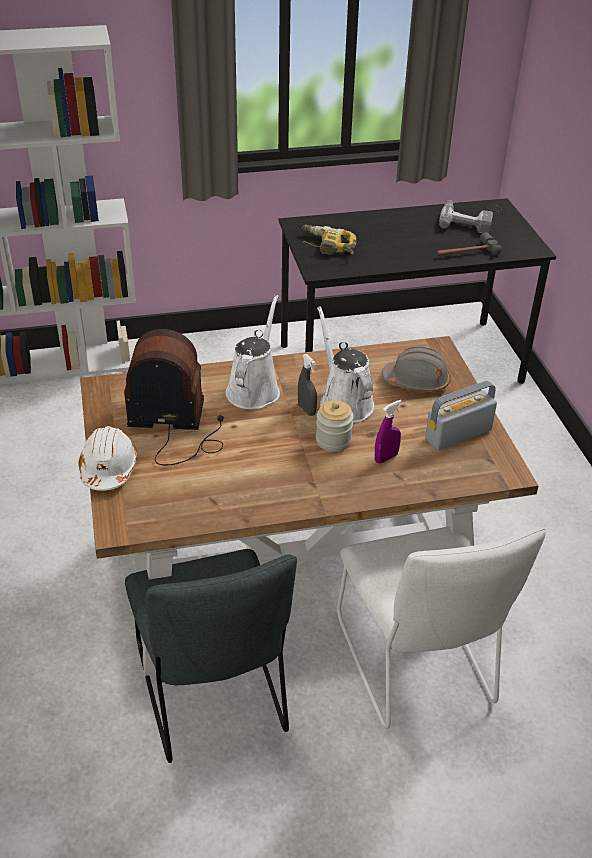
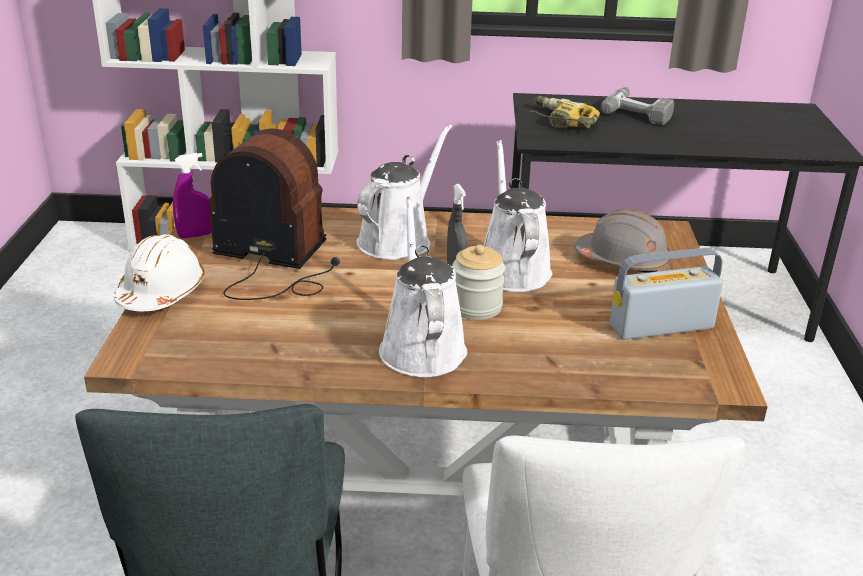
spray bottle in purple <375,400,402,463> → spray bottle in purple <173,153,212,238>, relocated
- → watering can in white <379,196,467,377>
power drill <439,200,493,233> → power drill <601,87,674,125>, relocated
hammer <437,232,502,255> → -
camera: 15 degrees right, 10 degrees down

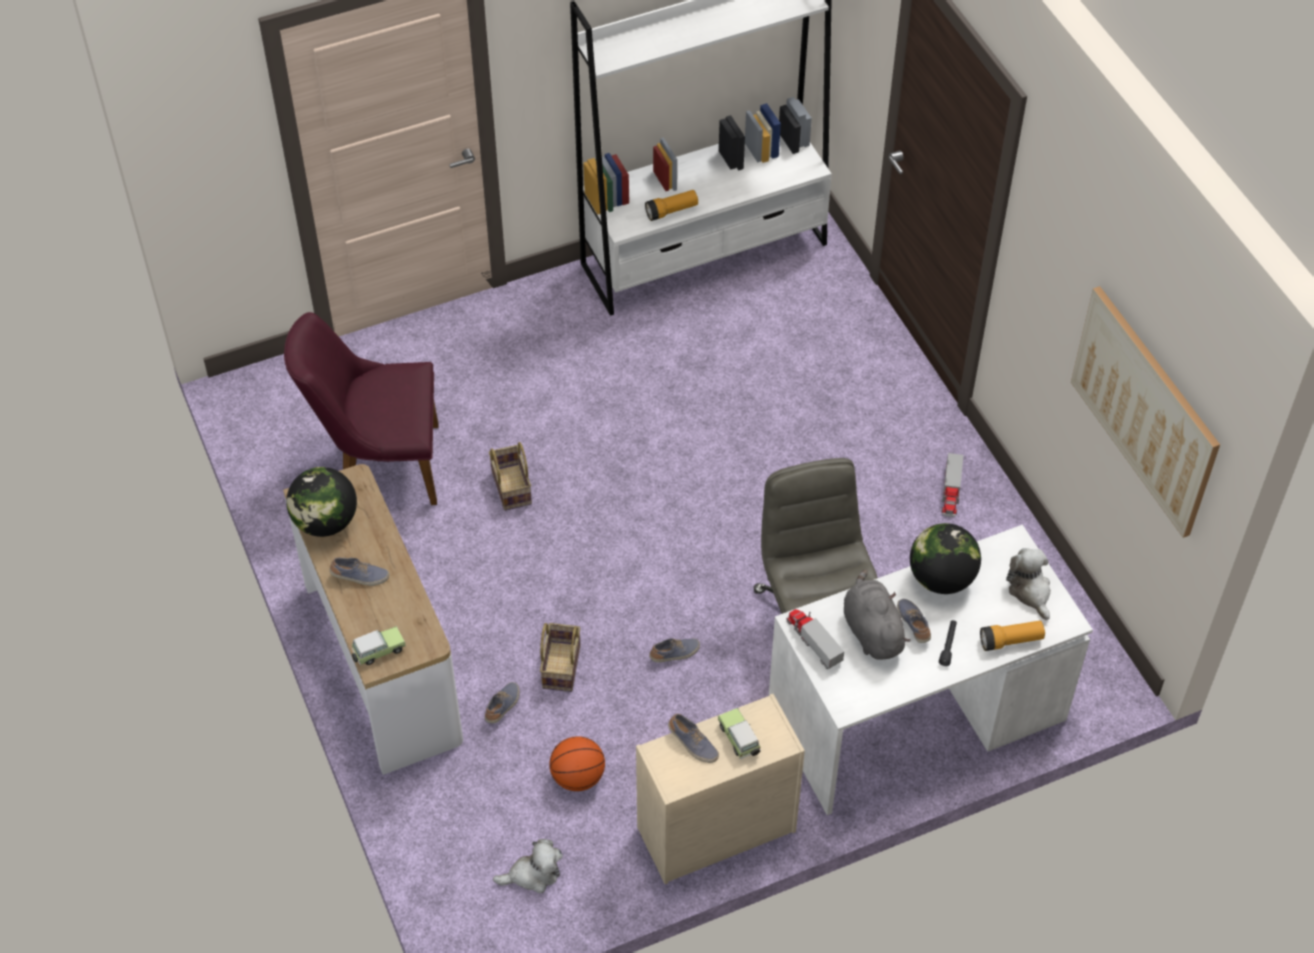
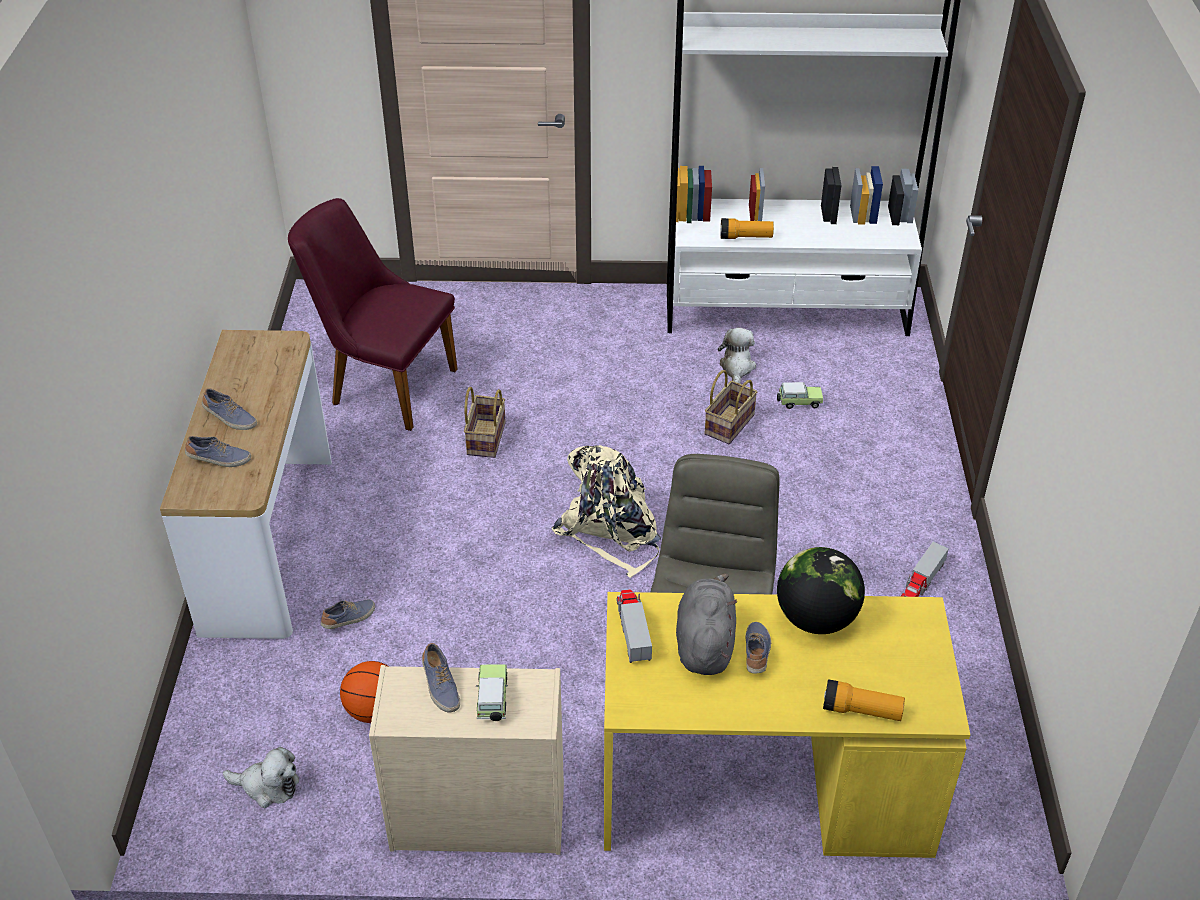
shoe <649,638,700,663> → shoe <185,436,251,467>, relocated
- → backpack in beige <552,445,661,578>
desk in white <769,525,1093,815> → desk in yellow <604,592,970,858>
basket <540,623,581,692> → basket <704,370,757,444>, relocated
plush toy <1006,548,1051,620> → plush toy <718,328,756,384>, relocated
toy car <351,626,406,665> → toy car <777,382,823,409>, relocated
globe <286,467,357,537> → -
flashlight in black <939,620,957,666> → -
picture <1071,286,1220,538> → -
camera: 25 degrees right, 10 degrees down

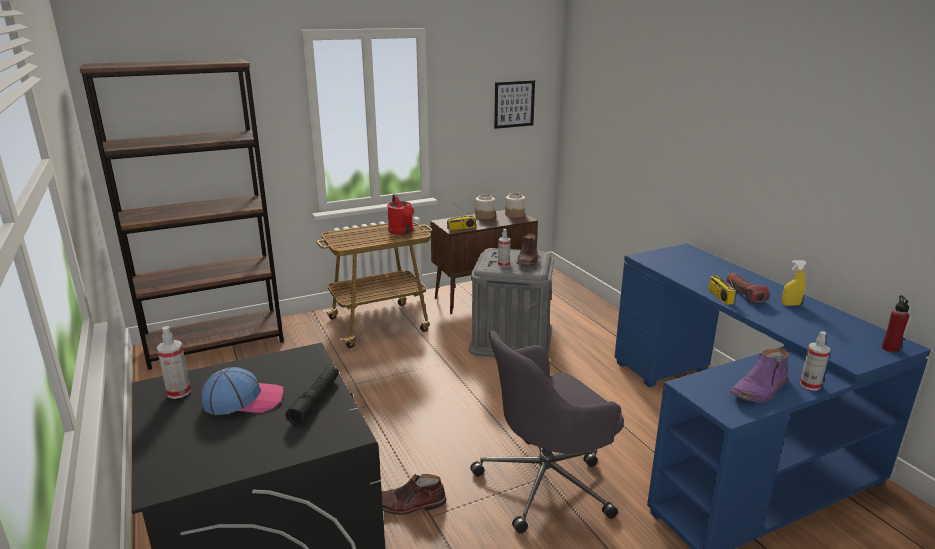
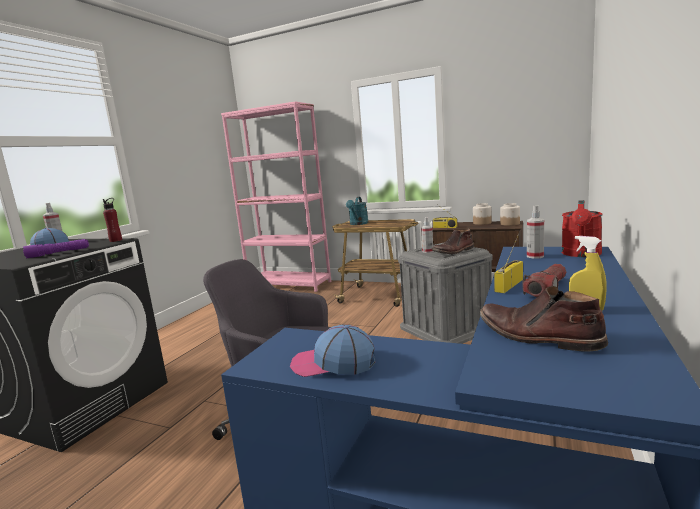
flashlight in black <286,367,339,426> → flashlight in purple <23,239,89,258>
bottle in red <882,295,909,353> → bottle in red <103,198,122,242>, relocated
bookcase in brown <80,59,284,370> → bookcase in pink <221,101,331,292>
boot in purple <730,349,788,402> → cap <290,324,375,377>
- → watering can in turquoise <346,197,369,225>
boot in brown <382,474,446,515> → boot in brown <480,286,608,352>, relocated
spray bottle <800,332,830,391> → spray bottle <527,206,544,259>, relocated
watering can in red <387,194,414,235> → watering can in red <561,200,602,257>, relocated
picture <494,80,535,129> → -
camera: 50 degrees right, 10 degrees down

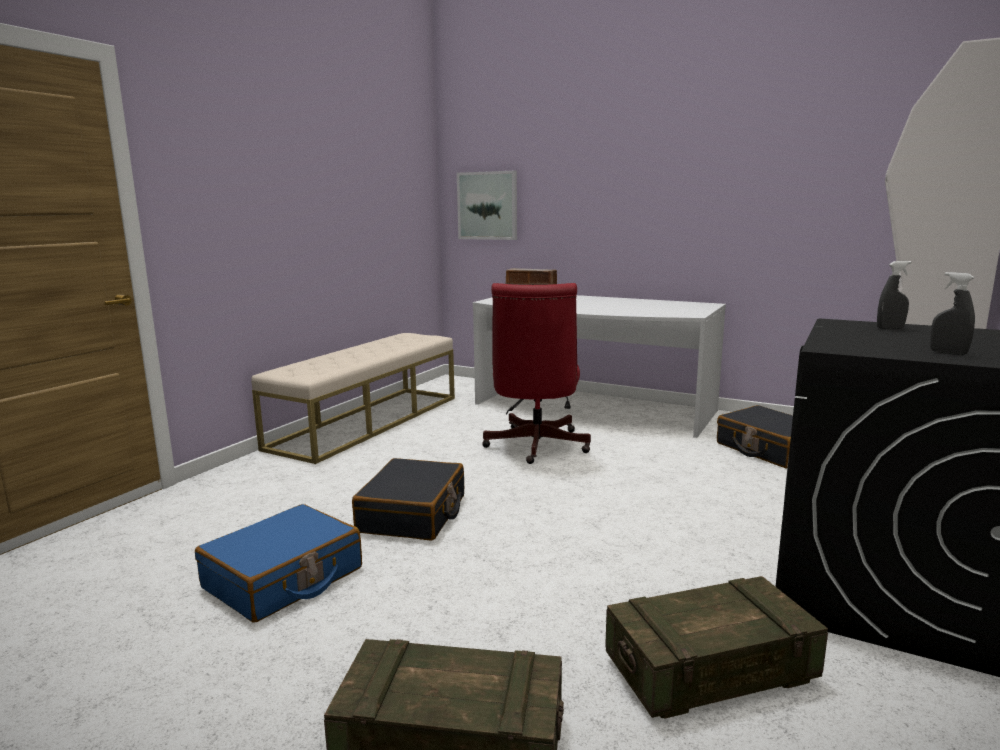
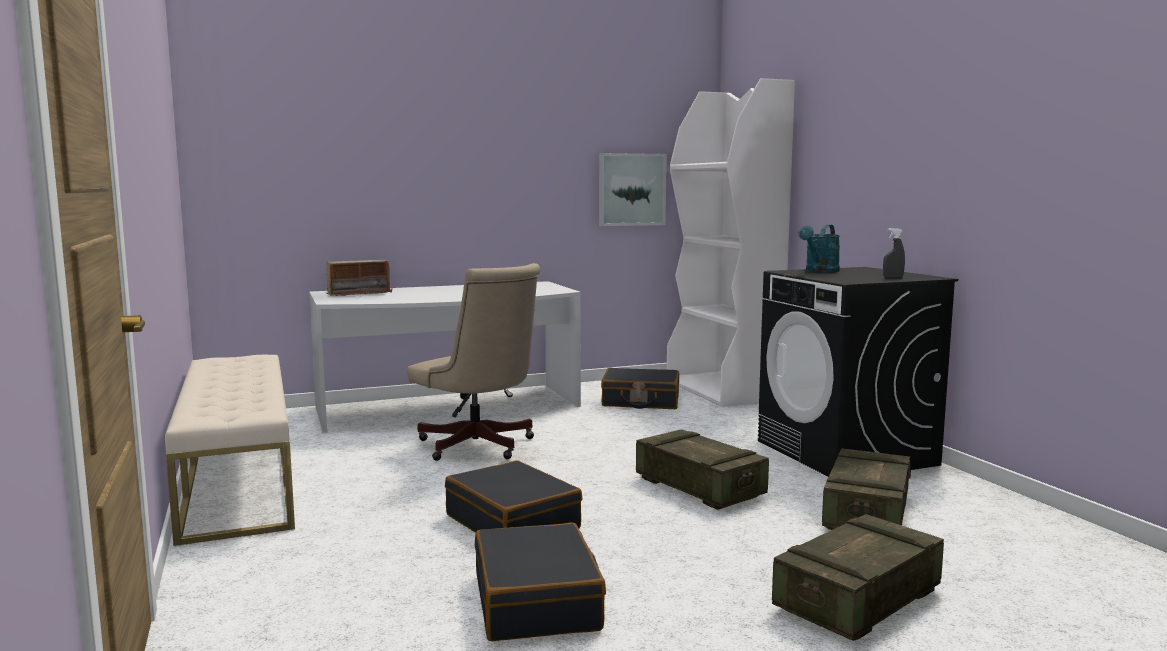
office chair in red <482,283,591,464> → office chair in beige <407,263,540,461>
suitcase in blue <195,504,362,623> → suitcase in black <475,523,606,641>
picture <457,171,517,240> → picture <599,153,667,226>, relocated
- → crate <636,429,769,510>
spray bottle in grey <877,261,911,329> → watering can in turquoise <799,225,840,272>
camera: 50 degrees left, 5 degrees down

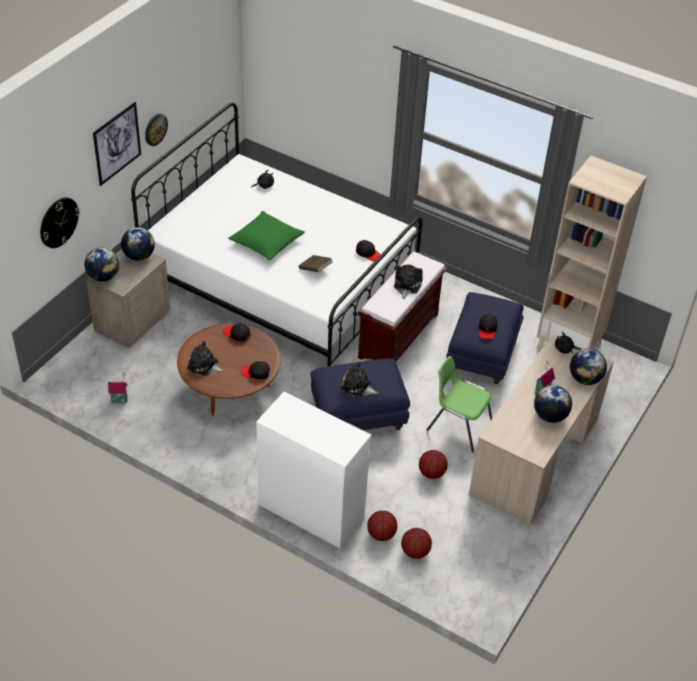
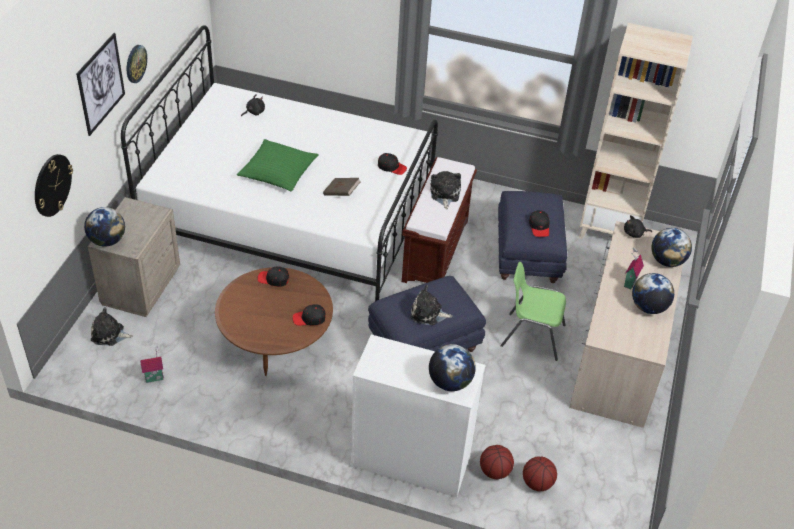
plush toy <187,341,225,376> → plush toy <91,308,133,346>, relocated
globe <121,227,155,261> → globe <429,344,476,391>, relocated
basketball <419,450,448,479> → -
camera: 15 degrees left, 0 degrees up

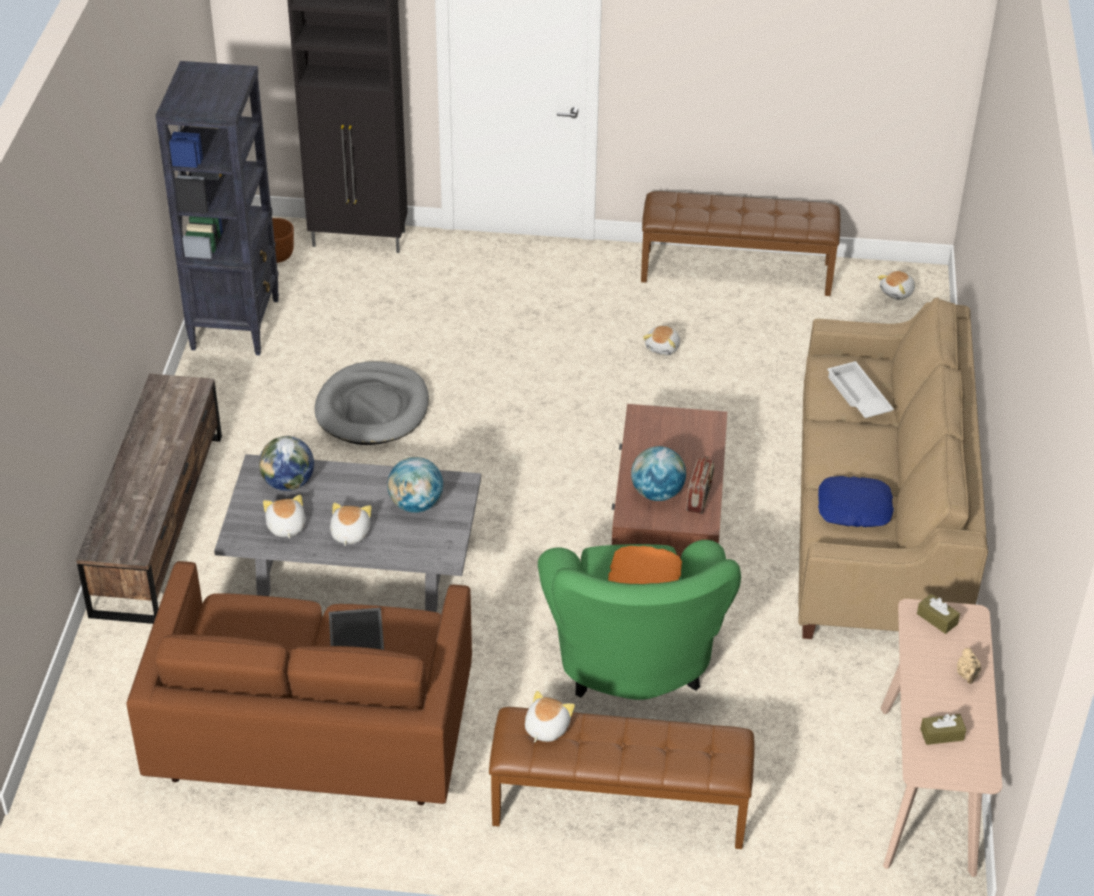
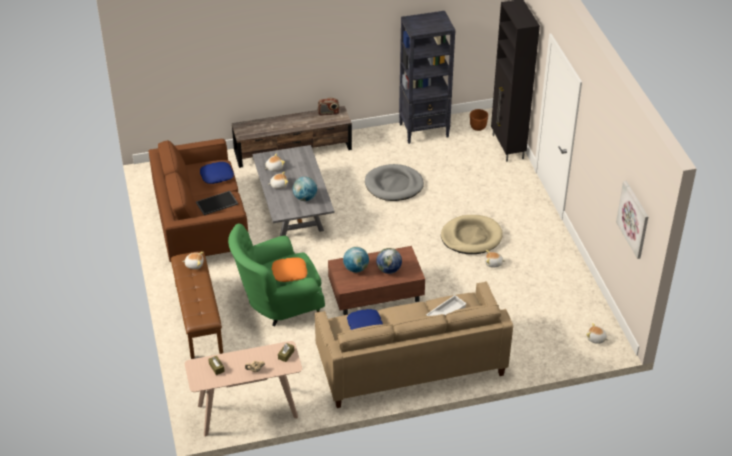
- → pillow in blue <200,162,234,184>
radio <686,456,714,514> → radio <317,97,340,115>, relocated
globe <259,436,314,491> → globe <376,248,402,274>, relocated
- → dog bed in beige <441,215,503,254>
- → picture <616,181,648,259>
bench in brown <641,191,840,296> → -
camera: 70 degrees right, 0 degrees up

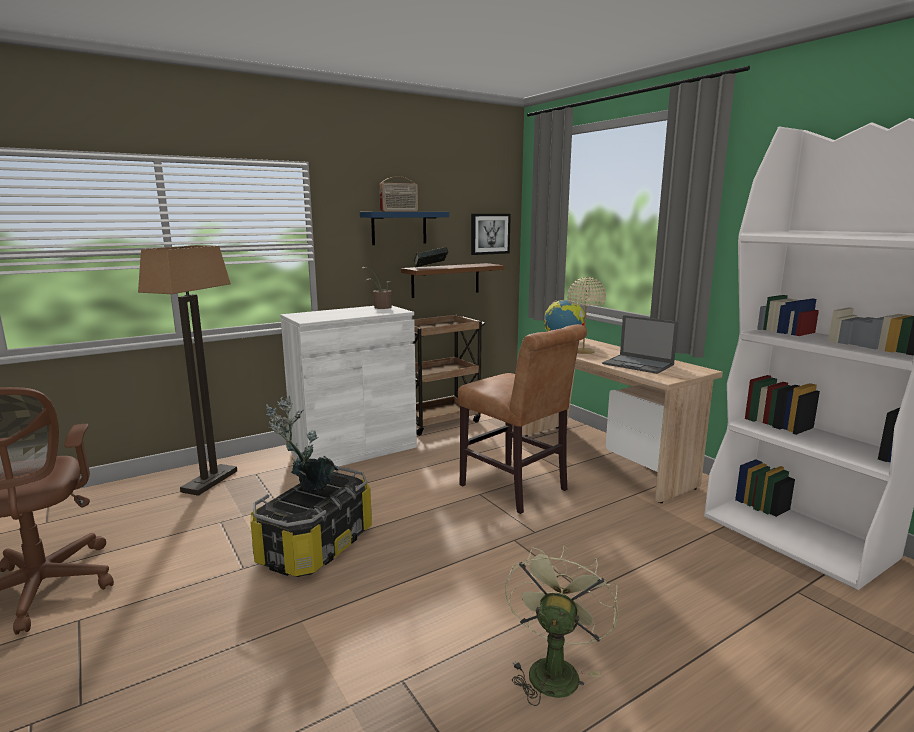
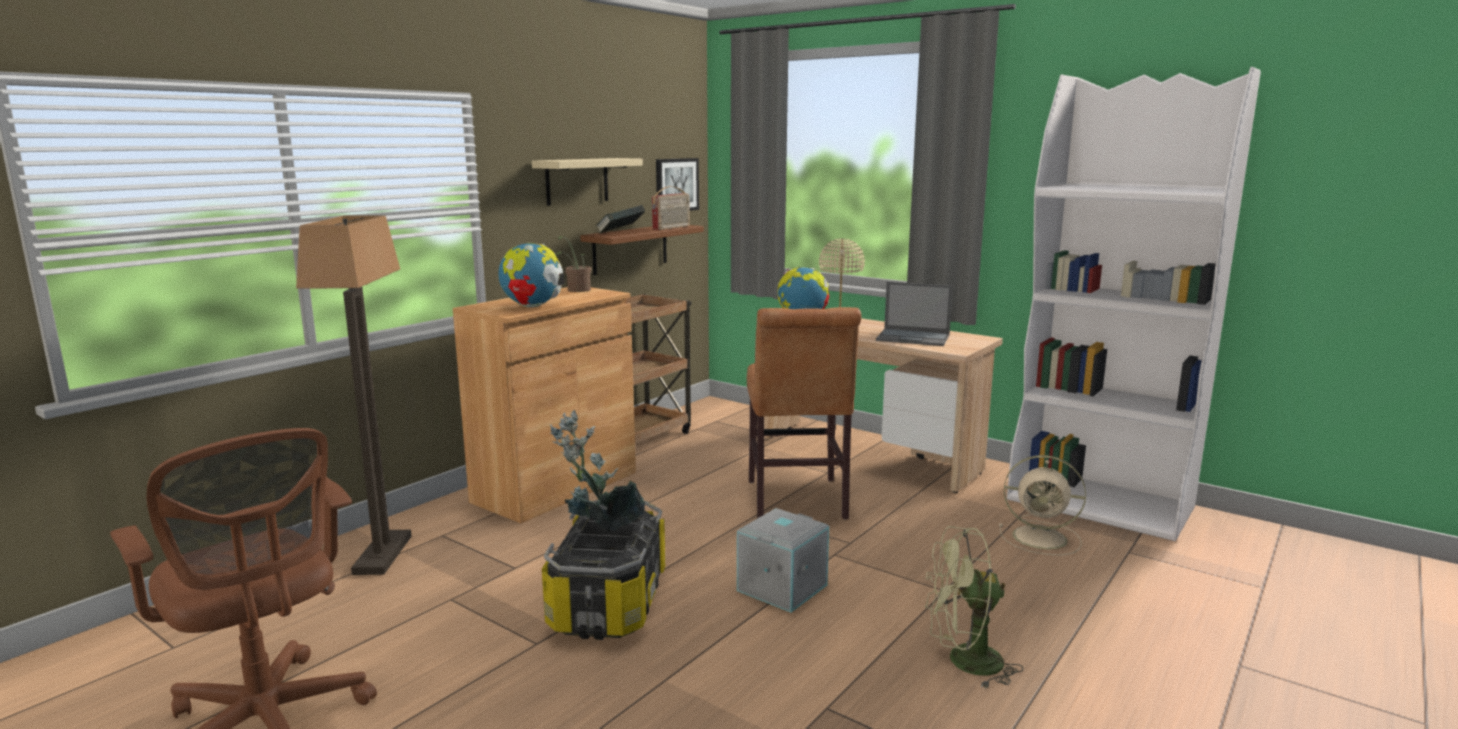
cabinet in white <280,305,417,466> → cabinet in brown <453,287,636,523>
- → globe <498,243,565,307>
shelf in blue <360,212,449,245> → shelf in beige <532,158,643,206>
radio <379,176,418,212> → radio <652,186,690,230>, relocated
- → storage box in grey <737,508,829,612>
chair in brown <458,324,587,514> → chair in brown <747,307,862,519>, 60 degrees clockwise
fan in green <505,545,619,706> → fan in green <925,526,1023,688>, 90 degrees counterclockwise
- → fan in beige <999,455,1086,556>
camera: 20 degrees left, 0 degrees up

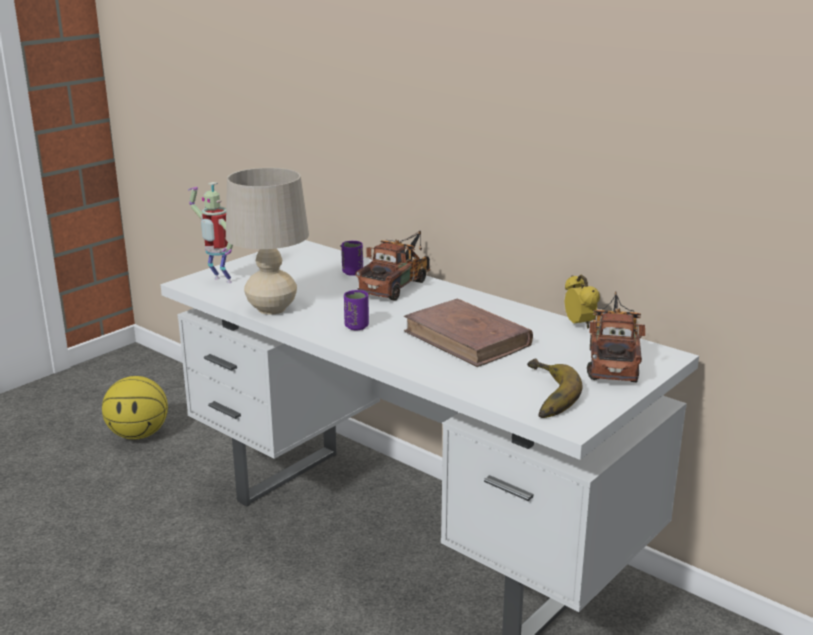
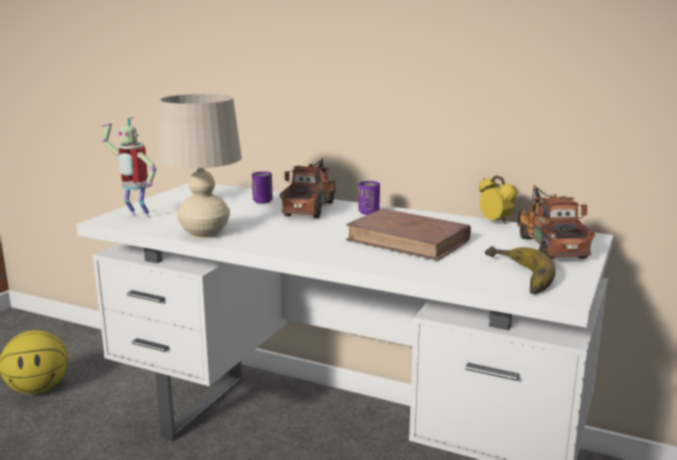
cup in purple <344,290,369,330> → cup in purple <358,181,380,215>, relocated
camera: 15 degrees left, 5 degrees down

